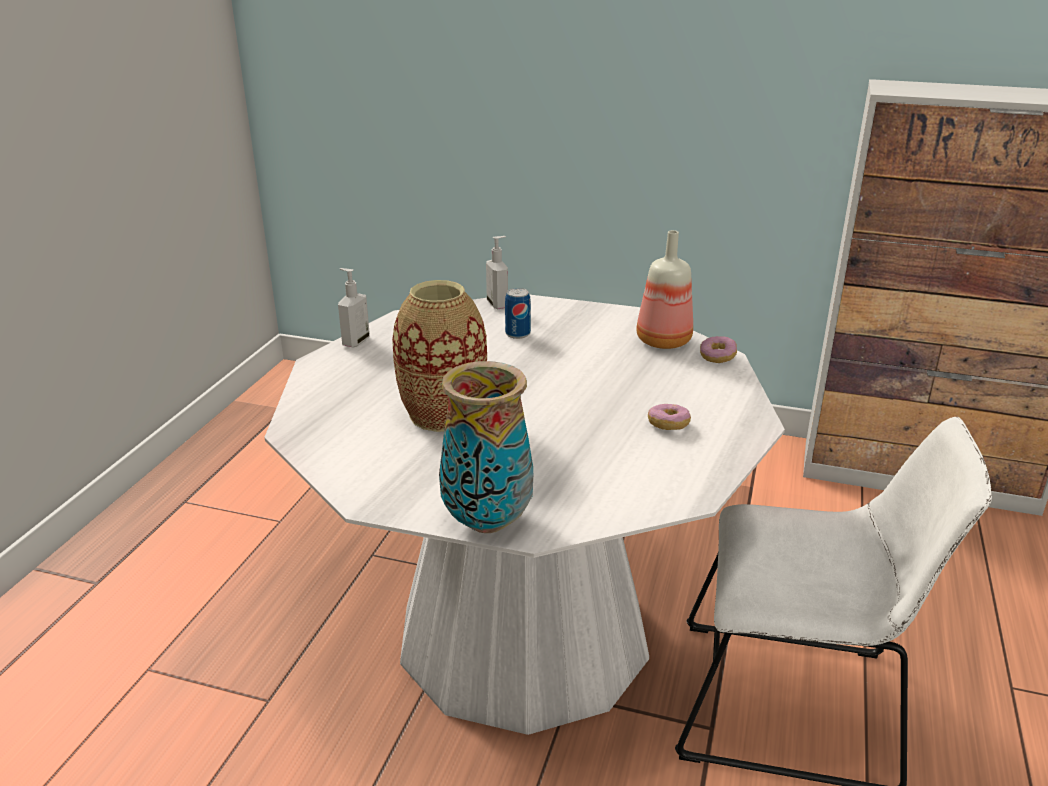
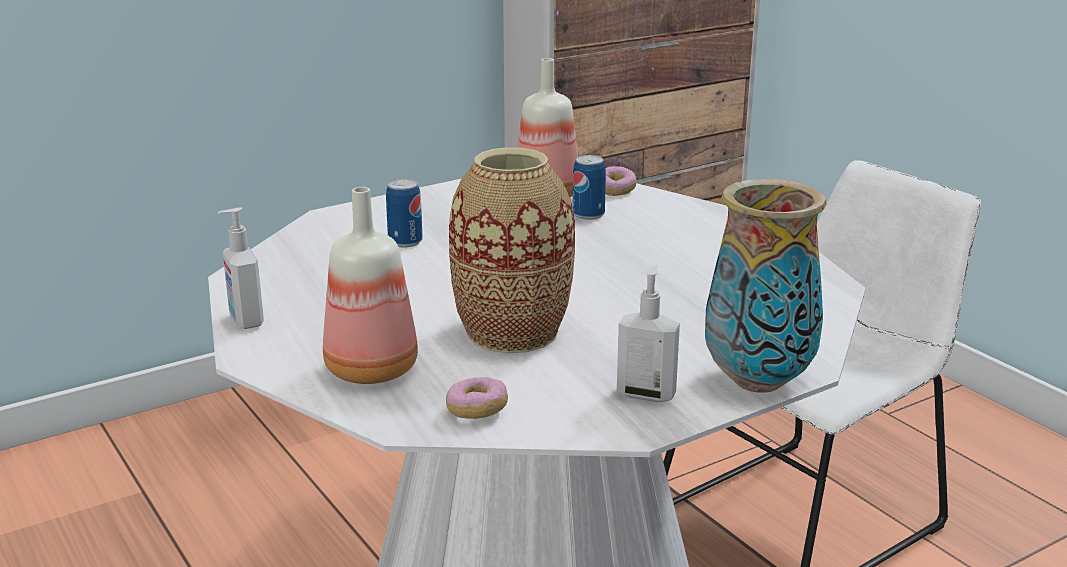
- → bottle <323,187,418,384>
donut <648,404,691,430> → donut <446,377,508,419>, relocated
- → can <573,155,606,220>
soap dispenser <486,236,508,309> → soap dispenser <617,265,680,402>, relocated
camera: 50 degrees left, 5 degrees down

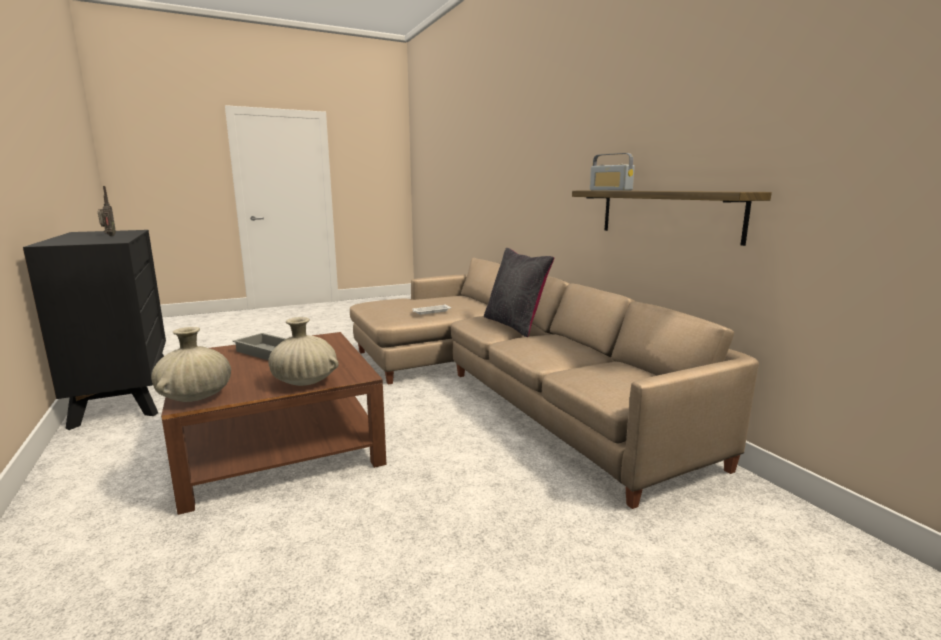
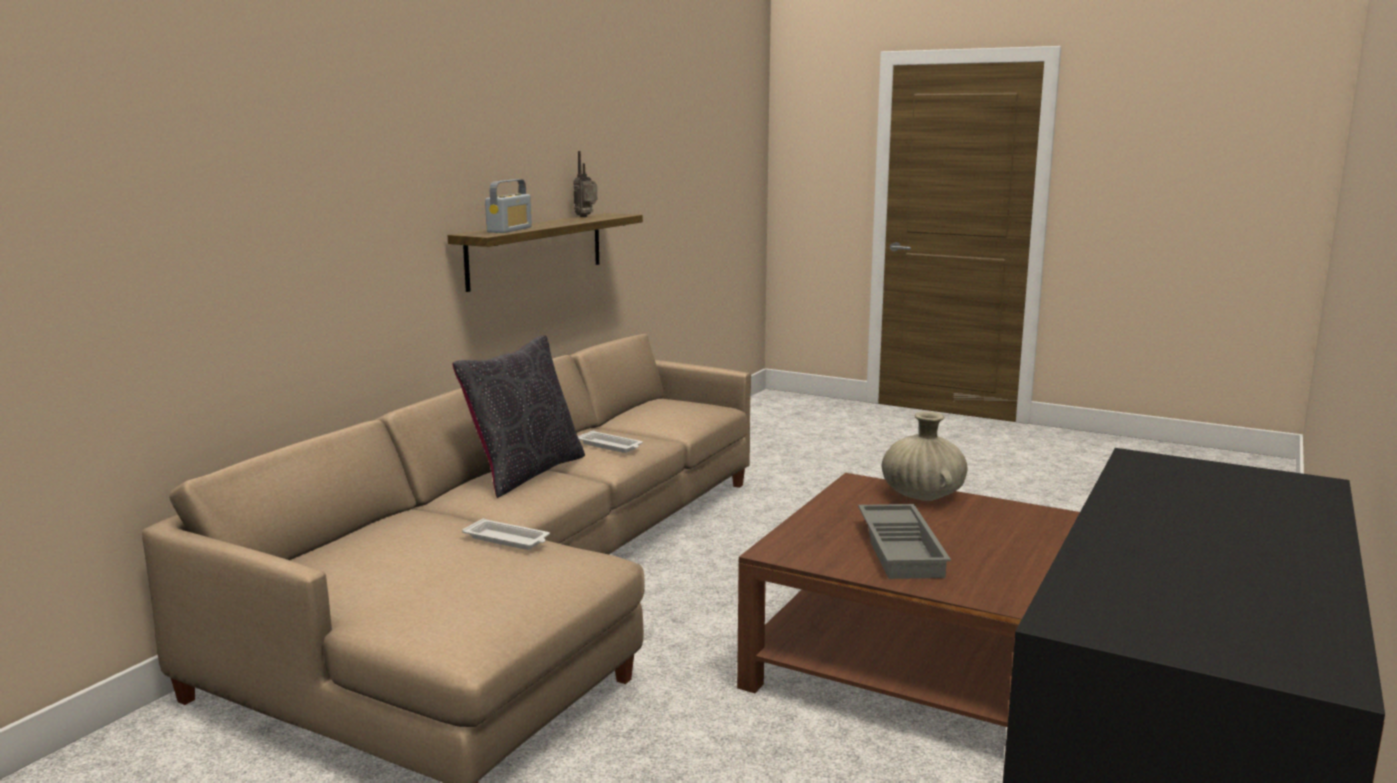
radio <98,186,116,236> → radio <573,151,597,217>, relocated
- → tray in white <578,430,643,453>
vase in beige <151,327,231,402> → -
camera: 125 degrees left, 0 degrees up

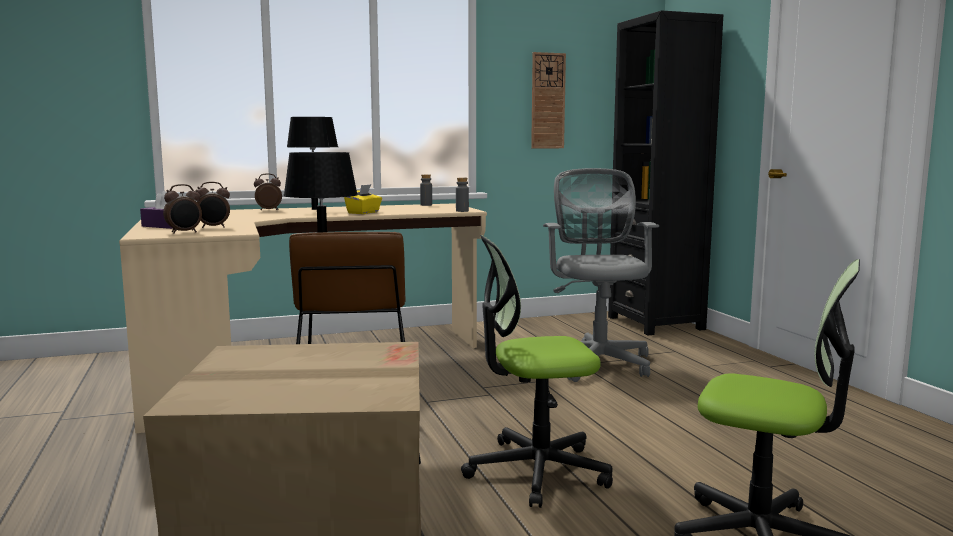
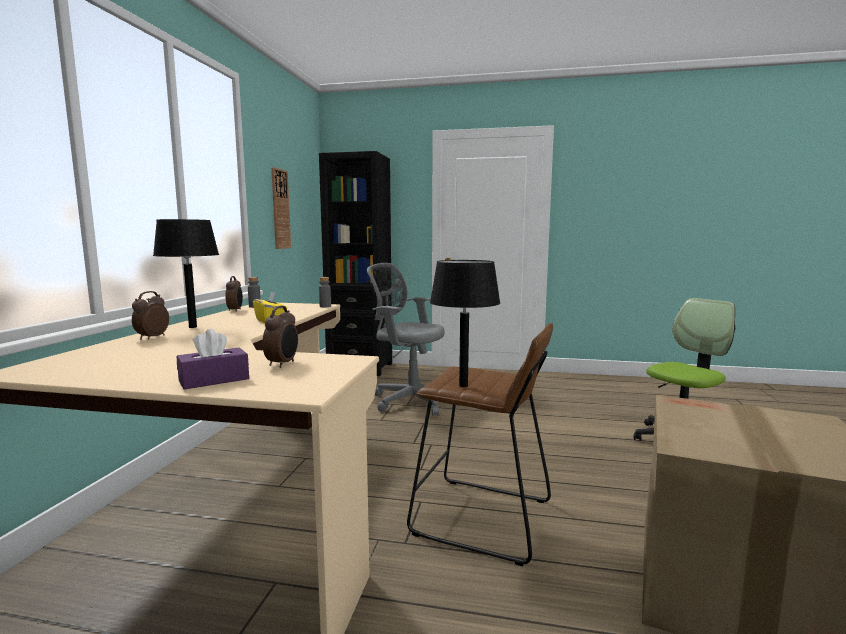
alarm clock <163,184,202,234> → alarm clock <225,276,243,312>, relocated
office chair <461,235,613,508> → -
camera: 60 degrees left, 0 degrees up

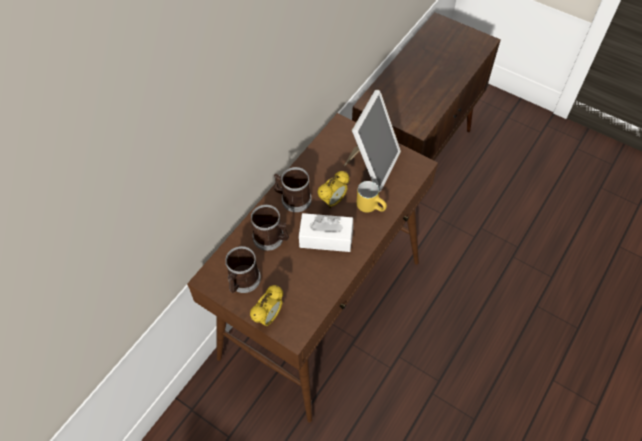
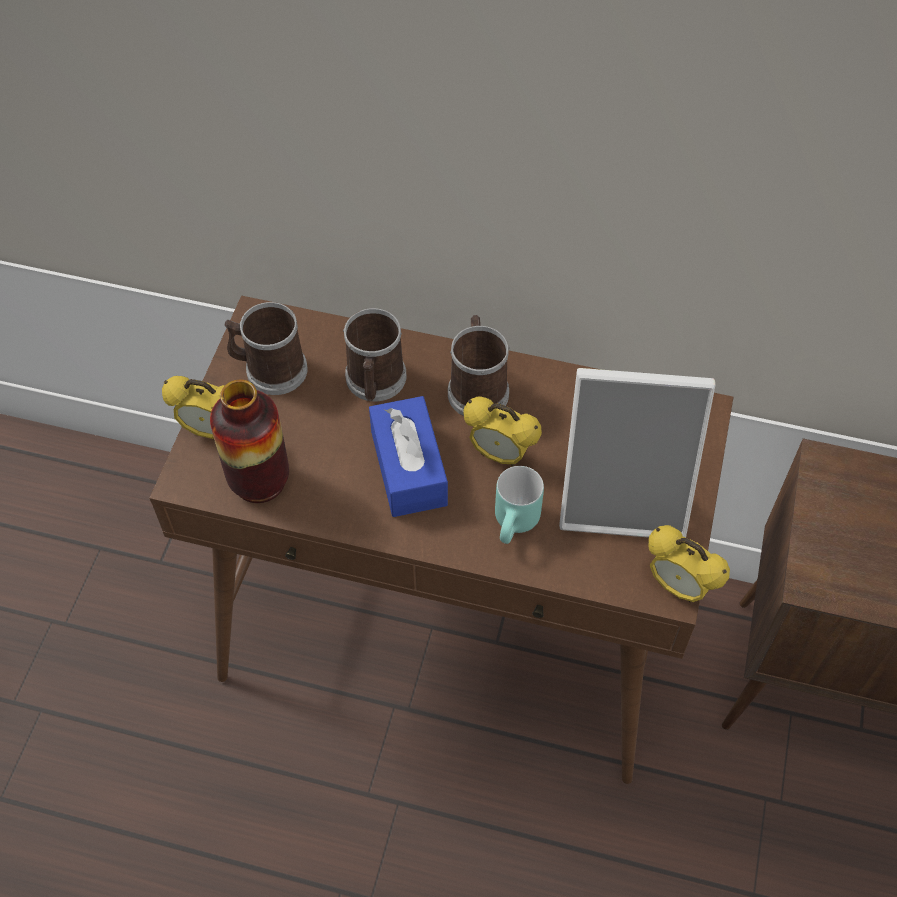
- → vase <210,380,289,503>
tissue box in white <299,213,353,252> → tissue box in blue <369,396,448,517>
mug in yellow <356,181,387,213> → mug in turquoise <495,466,544,544>
- → alarm clock <649,525,730,603>
camera: 70 degrees right, 0 degrees up

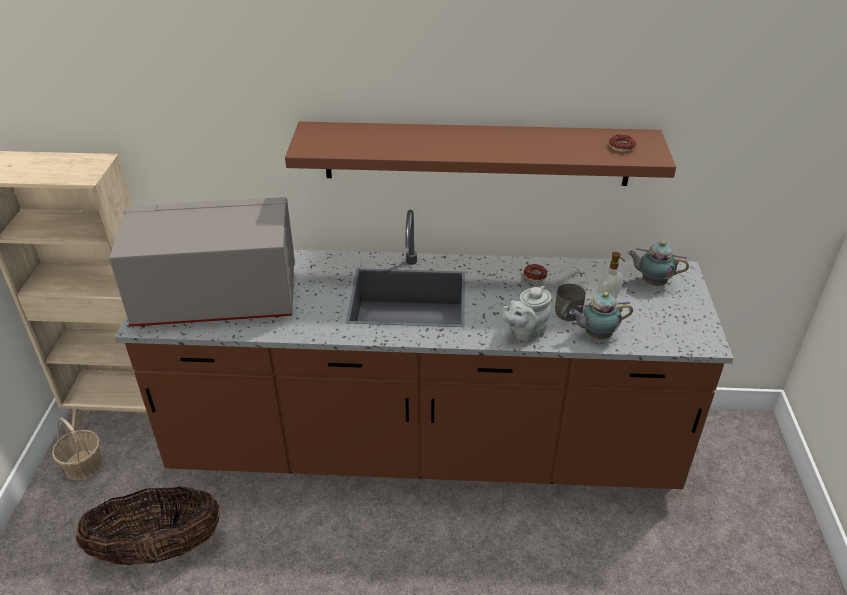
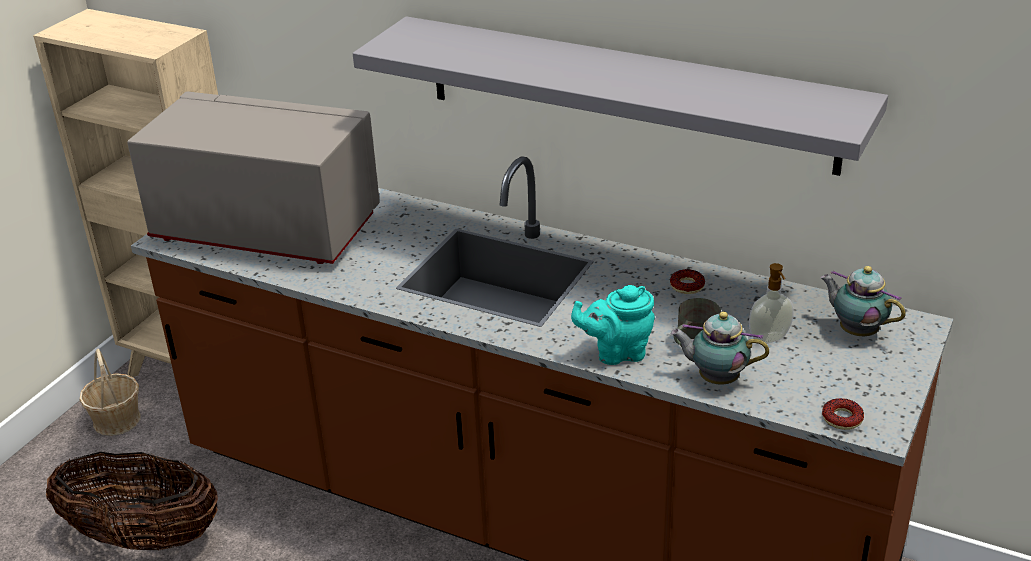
shelf in brown <285,122,676,186> → shelf in grey <353,16,888,176>
teapot in grey <502,286,551,343> → teapot in turquoise <571,285,655,365>
donut <609,135,636,152> → donut <822,398,864,430>, relocated
camera: 25 degrees right, 5 degrees down

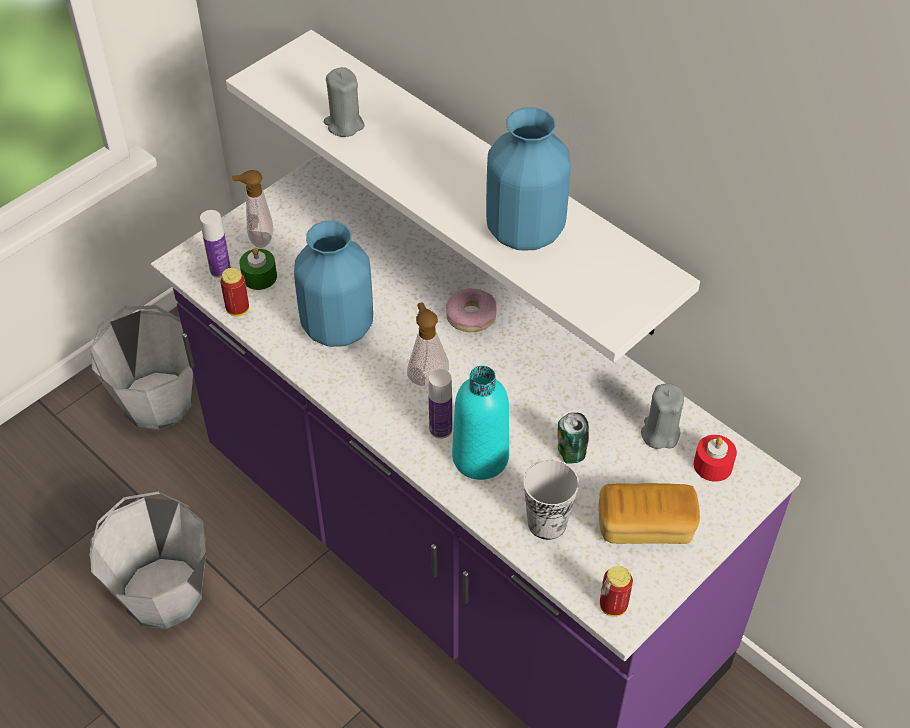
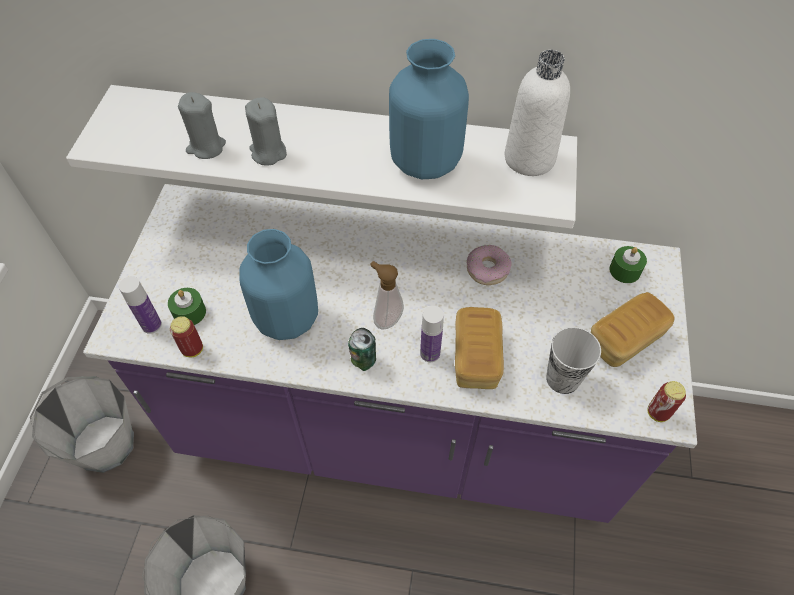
candle in grey <641,383,684,449> → candle in grey <245,97,287,166>, relocated
can <557,413,589,464> → can <348,328,376,371>, relocated
bottle in turquoise <452,366,509,480> → bread <455,307,504,389>
donut <446,288,497,332> → donut <467,245,512,285>, relocated
- → bottle in white <505,50,570,176>
candle in red <694,435,737,482> → candle in green <609,246,647,283>
soap dispenser <232,170,273,248> → -
camera: 35 degrees left, 5 degrees up

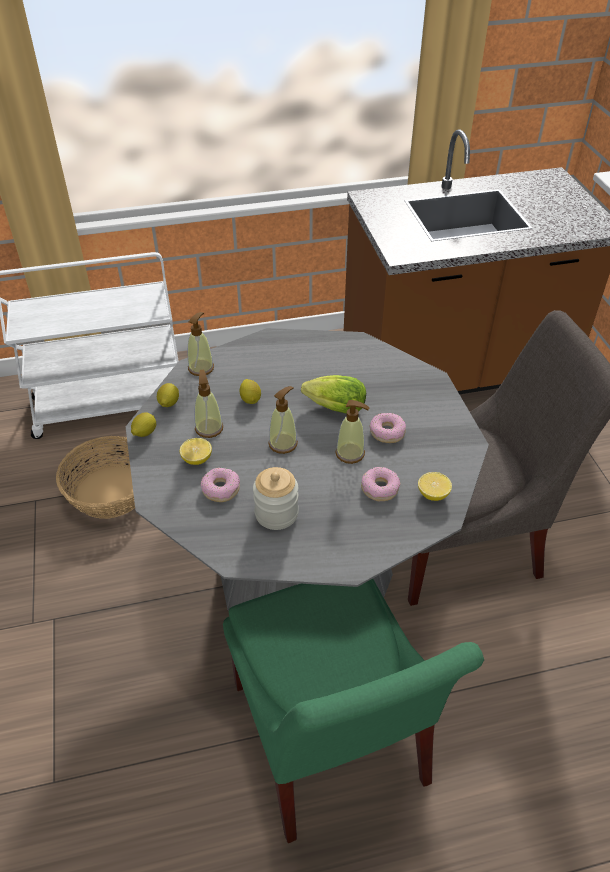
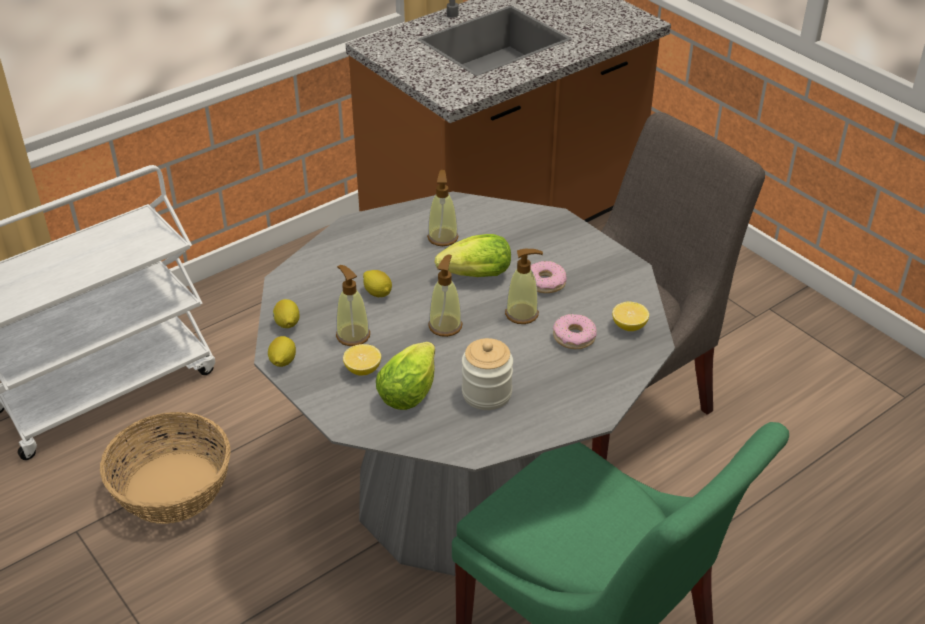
donut <201,468,240,502> → lettuce <376,342,435,410>
soap dispenser <188,312,214,376> → soap dispenser <427,170,459,246>, relocated
camera: 25 degrees left, 5 degrees down

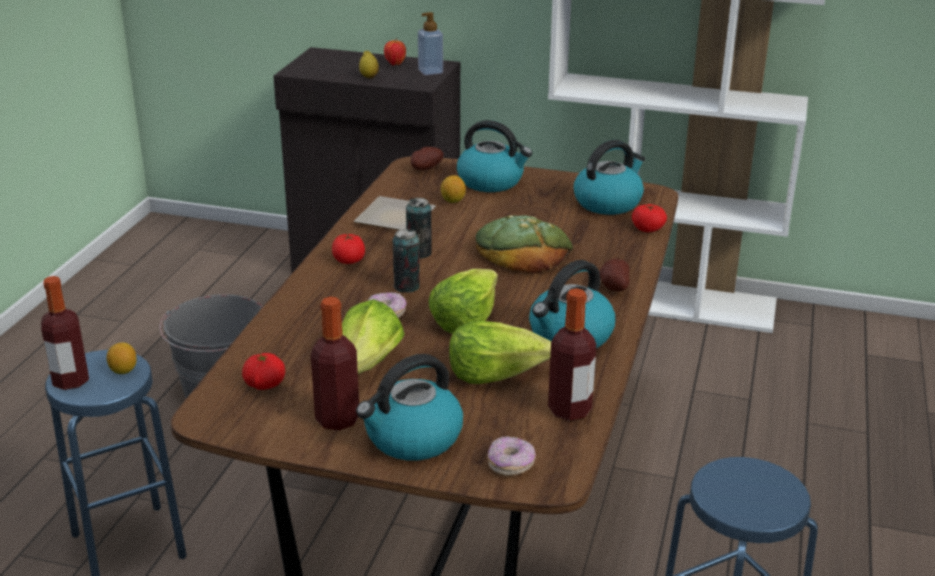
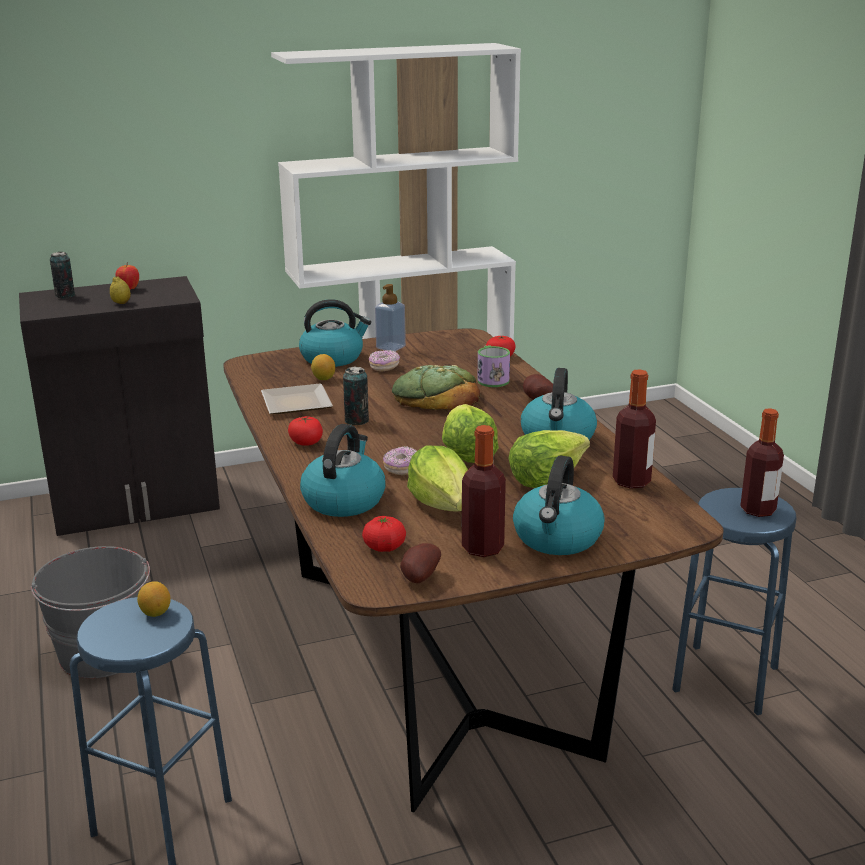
can <392,229,420,293> → can <50,252,75,298>, relocated
kettle <574,140,645,215> → kettle <300,424,386,517>, relocated
donut <487,436,536,476> → donut <369,350,400,371>, relocated
soap dispenser <418,12,443,75> → soap dispenser <375,284,406,351>, relocated
potato <411,147,444,170> → potato <400,543,441,583>, relocated
- → mug <478,345,510,387>
bottle <41,276,89,390> → bottle <740,408,784,517>, relocated
camera: 35 degrees left, 5 degrees down

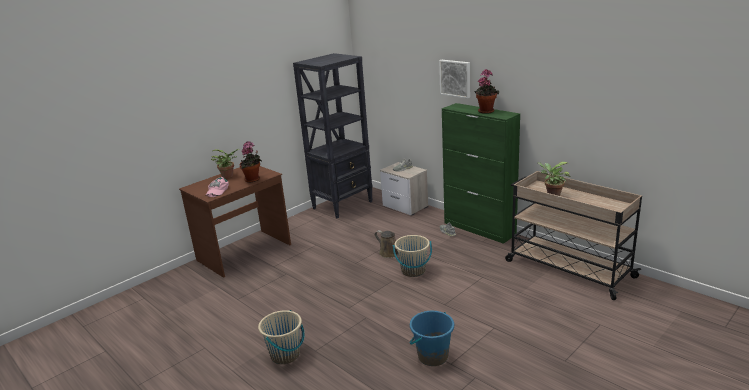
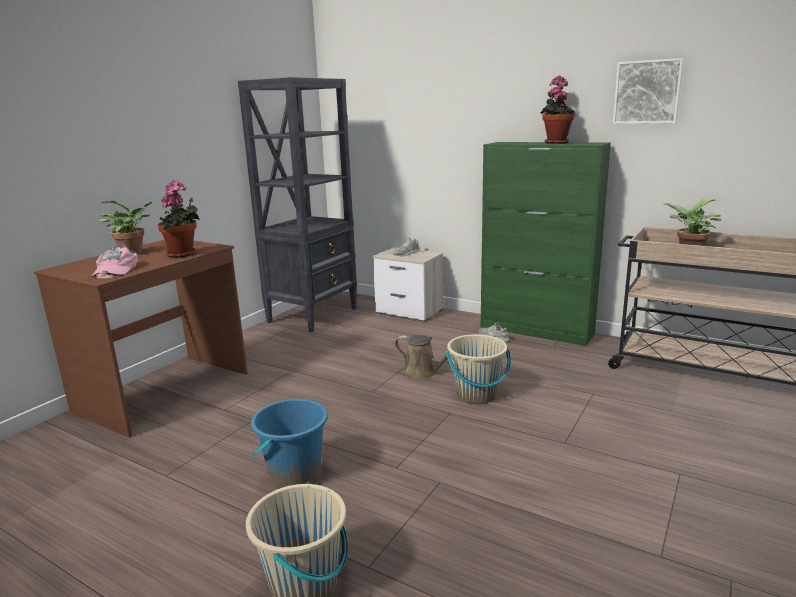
bucket in blue <409,311,454,366> → bucket in blue <251,399,328,489>, relocated
picture <439,60,470,98> → picture <613,58,684,124>, relocated
camera: 15 degrees left, 5 degrees down

